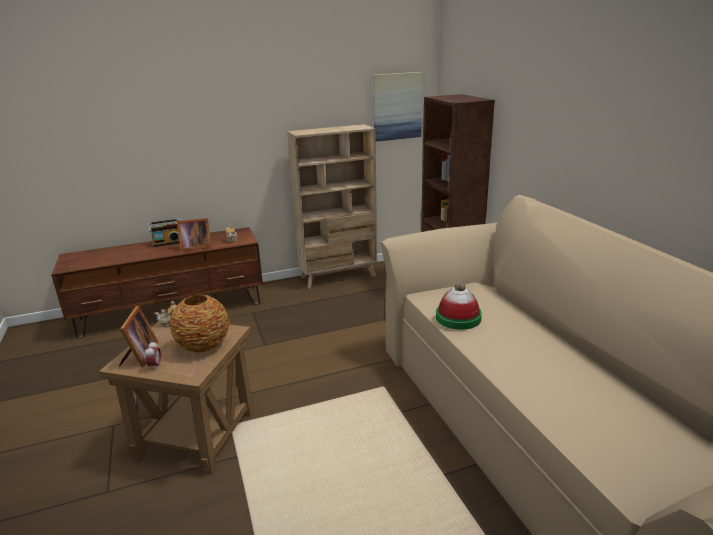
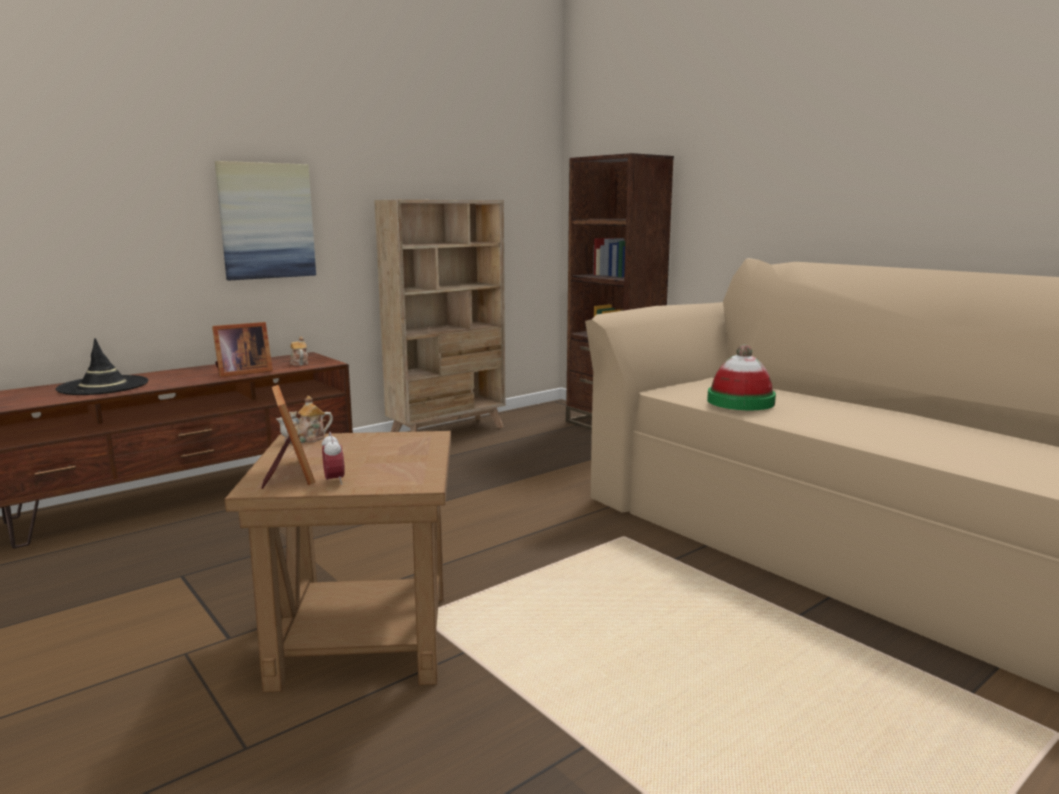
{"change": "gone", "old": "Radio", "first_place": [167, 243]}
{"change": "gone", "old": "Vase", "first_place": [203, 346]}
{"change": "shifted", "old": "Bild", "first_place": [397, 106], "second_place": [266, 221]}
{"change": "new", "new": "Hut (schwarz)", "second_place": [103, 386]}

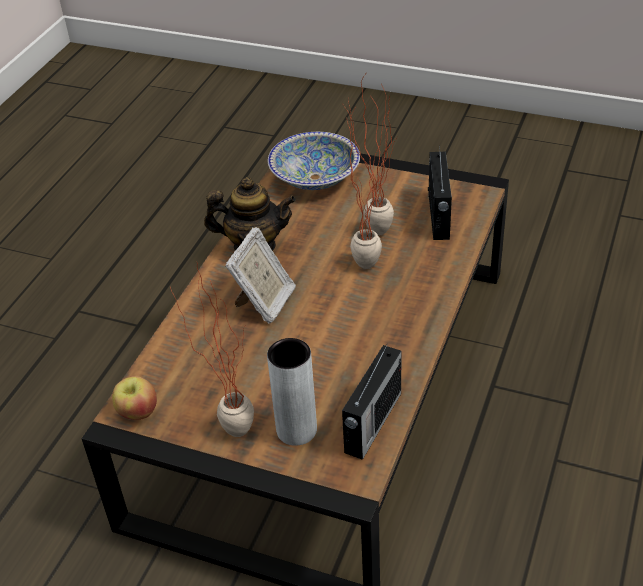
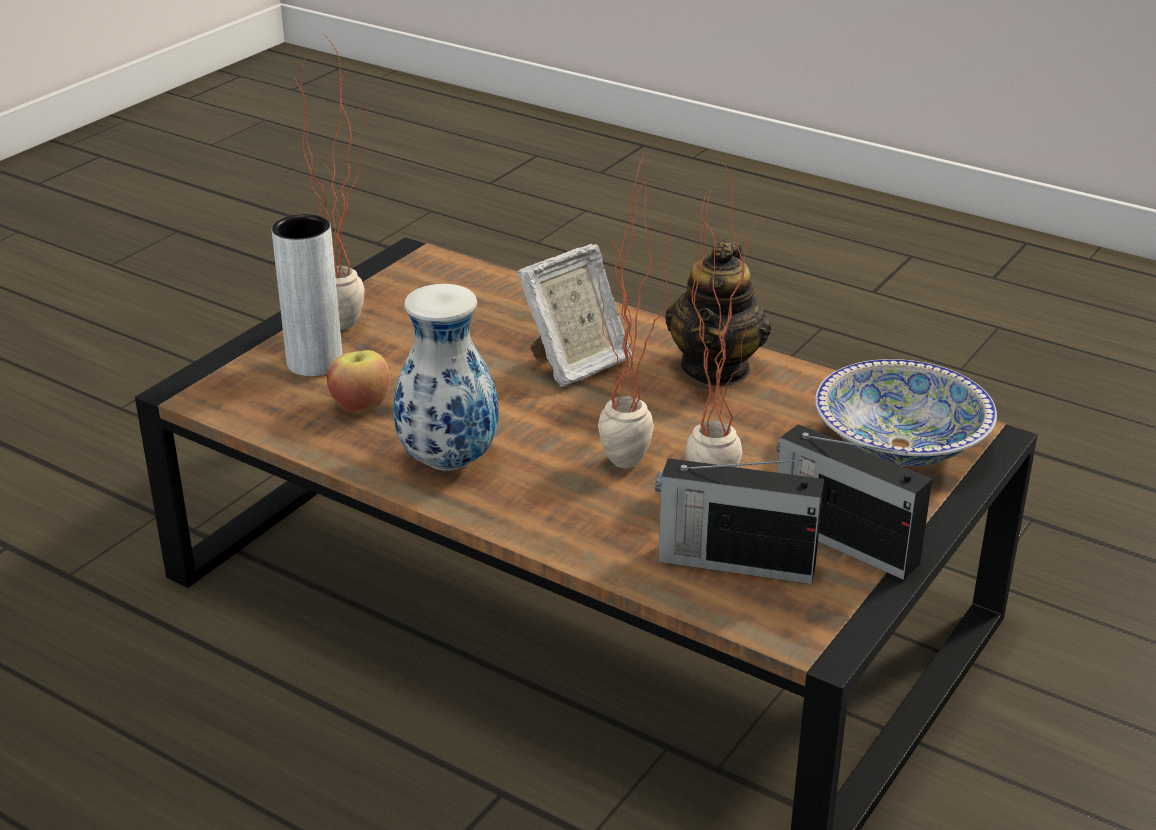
{"change": "shifted", "old": "Apfel", "first_place": [137, 412], "second_place": [360, 405]}
{"change": "rotated", "old": "Bilderrahmen", "first_place": [264, 303], "second_place": [576, 364], "degrees": -75}
{"change": "shifted", "old": "Radio", "first_place": [372, 423], "second_place": [843, 540]}
{"change": "new", "new": "Vase", "second_place": [450, 462]}

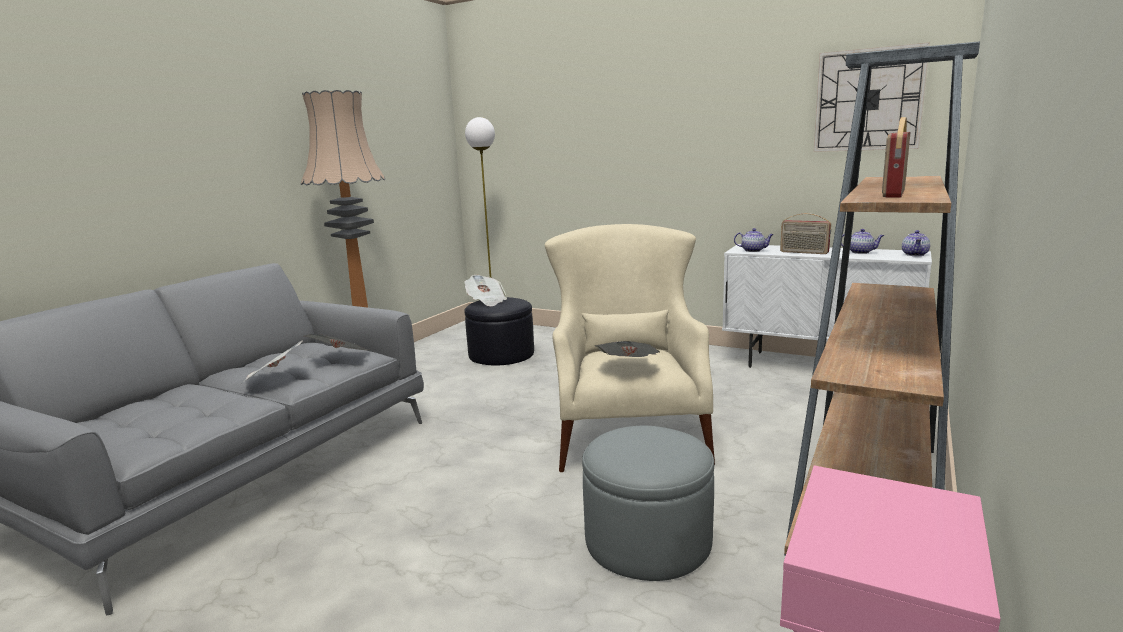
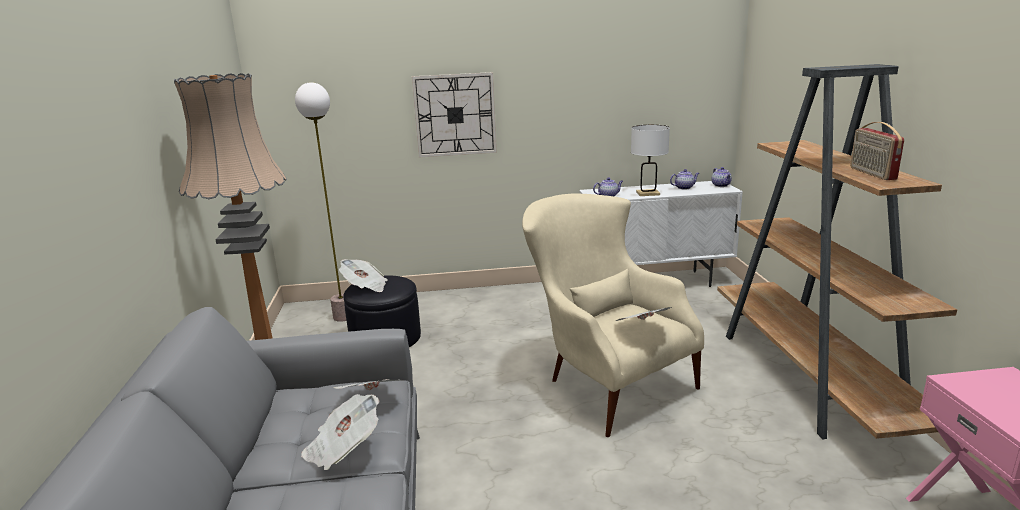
{"change": "gone", "old": "Polsterhocker (grau)", "first_place": [648, 541]}
{"change": "swapped", "old": "Radio", "new": "Tischlampe (weiß)", "first_place": [803, 252], "second_place": [648, 193]}
{"change": "shifted", "old": "Wanduhr", "first_place": [868, 100], "second_place": [455, 115]}

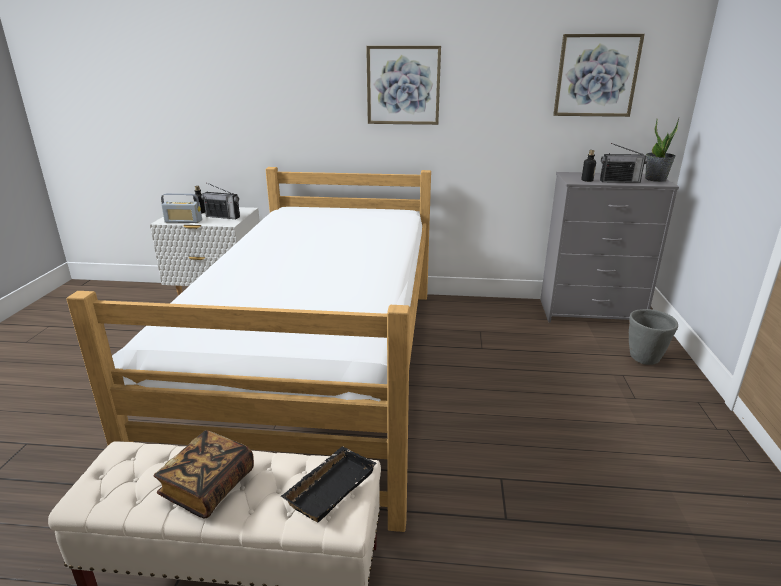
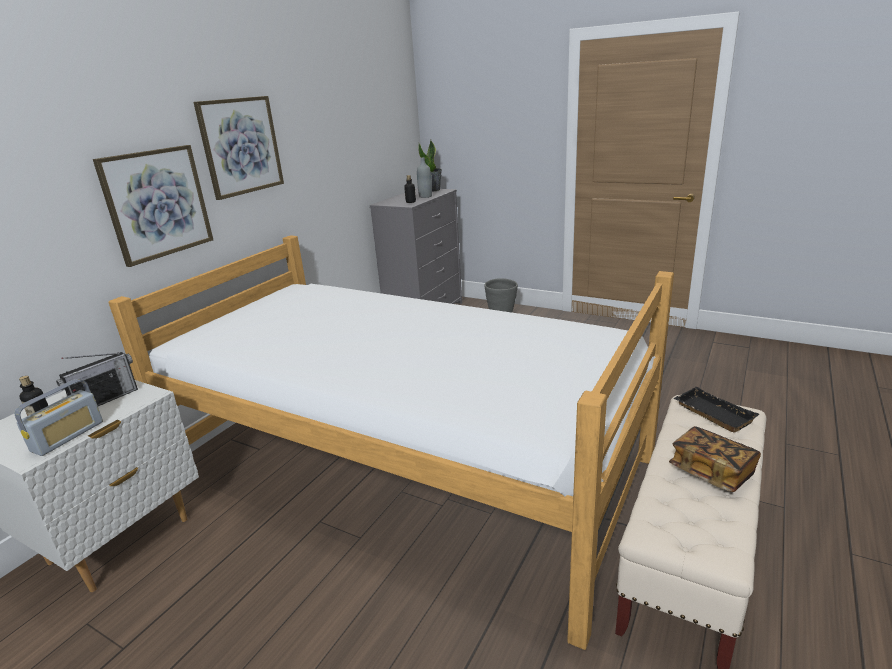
{"change": "shifted", "old": "Bild", "first_place": [596, 76], "second_place": [157, 203]}
{"change": "swapped", "old": "Radio", "new": "Flasche (grau)", "first_place": [619, 181], "second_place": [425, 196]}

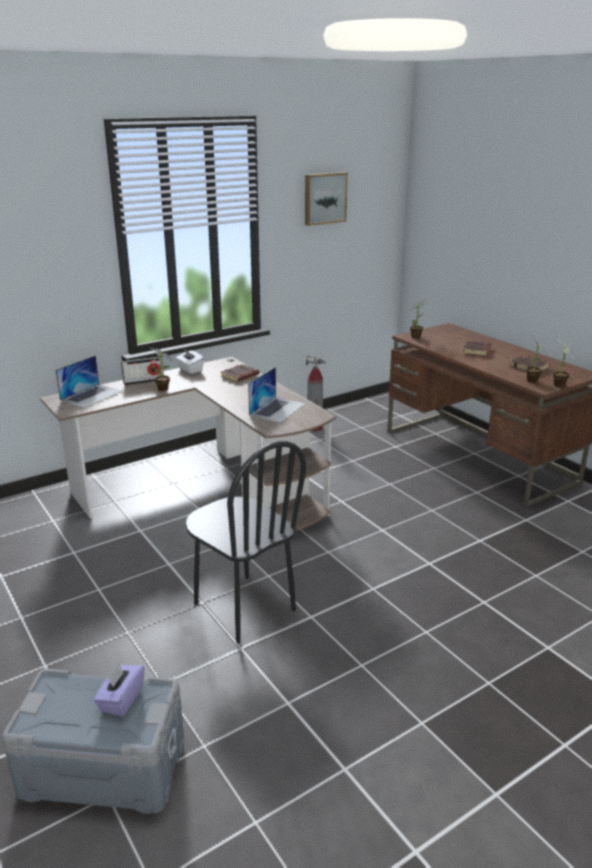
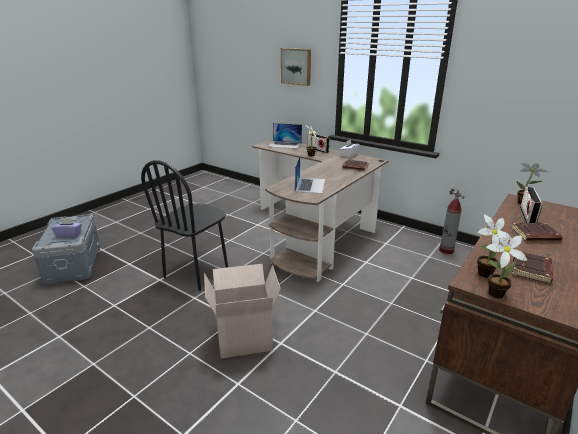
{"change": "rotated", "old": "Laptop", "first_place": [277, 409], "second_place": [310, 185], "degrees": -90}
{"change": "shifted", "old": "Bild", "first_place": [324, 198], "second_place": [296, 66]}
{"change": "new", "new": "Karton", "second_place": [245, 337]}
{"change": "new", "new": "Radio", "second_place": [527, 216]}

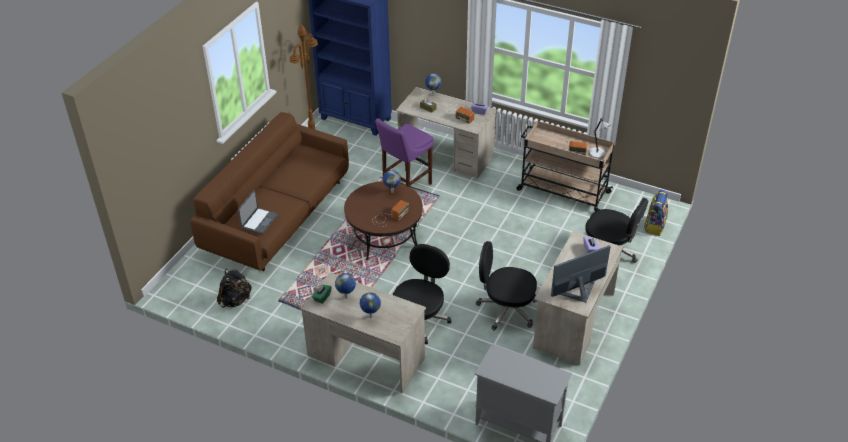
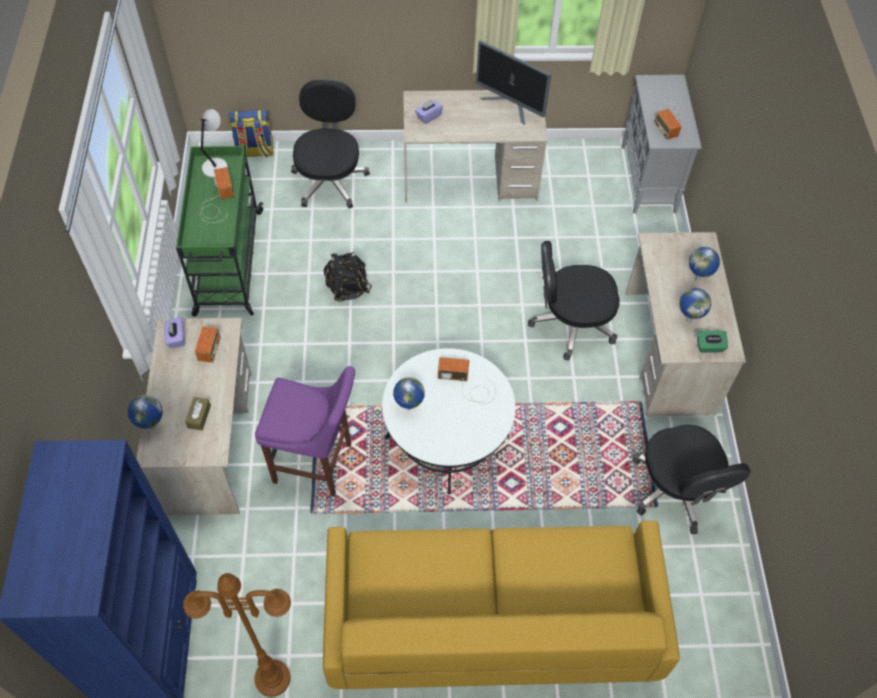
{"change": "repainted", "old": "Sofa (braun)", "new": "Sofa (gelb)", "first_place": [278, 216], "second_place": [490, 619]}
{"change": "shifted", "old": "Rucksack (schwarz)", "first_place": [235, 300], "second_place": [347, 288]}
{"change": "gone", "old": "Laptop", "first_place": [259, 221]}
{"change": "repainted", "old": "Couchtisch (braun)", "new": "Couchtisch (weiß)", "first_place": [384, 236], "second_place": [446, 437]}
{"change": "shifted", "old": "Bürostuhl (schwarz)", "first_place": [506, 309], "second_place": [676, 490]}
{"change": "repainted", "old": "Rollwagen (beige)", "new": "Rollwagen (grün)", "first_place": [562, 191], "second_place": [228, 263]}
{"change": "new", "new": "Radio", "second_place": [667, 118]}

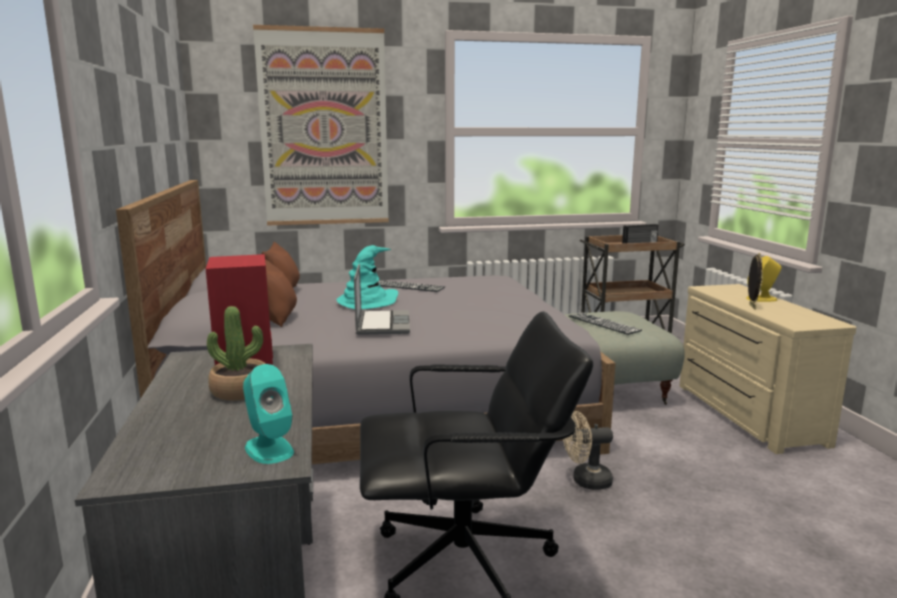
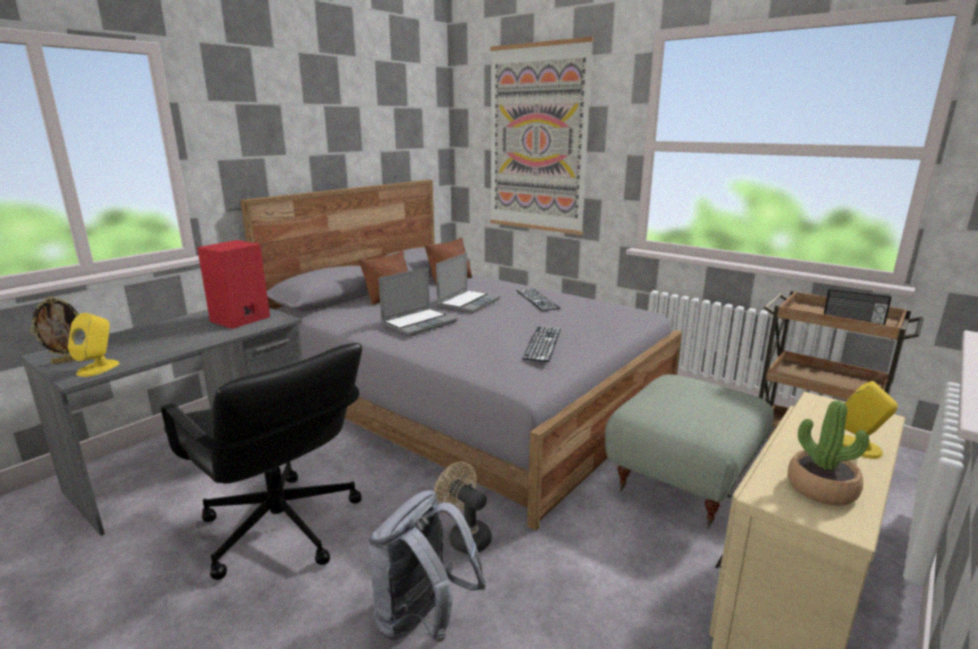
{"change": "shifted", "old": "Topfpflanze", "first_place": [240, 391], "second_place": [821, 488]}
{"change": "repainted", "old": "Lautsprecher (türkis)", "new": "Lautsprecher (gelb)", "first_place": [269, 449], "second_place": [98, 368]}
{"change": "swapped", "old": "Hut (türkis)", "new": "Laptop", "first_place": [367, 301], "second_place": [468, 302]}
{"change": "shifted", "old": "Tastatur", "first_place": [603, 323], "second_place": [543, 343]}
{"change": "shifted", "old": "Bilderrahmen", "first_place": [751, 307], "second_place": [67, 361]}
{"change": "new", "new": "Rucksack (grau)", "second_place": [422, 620]}

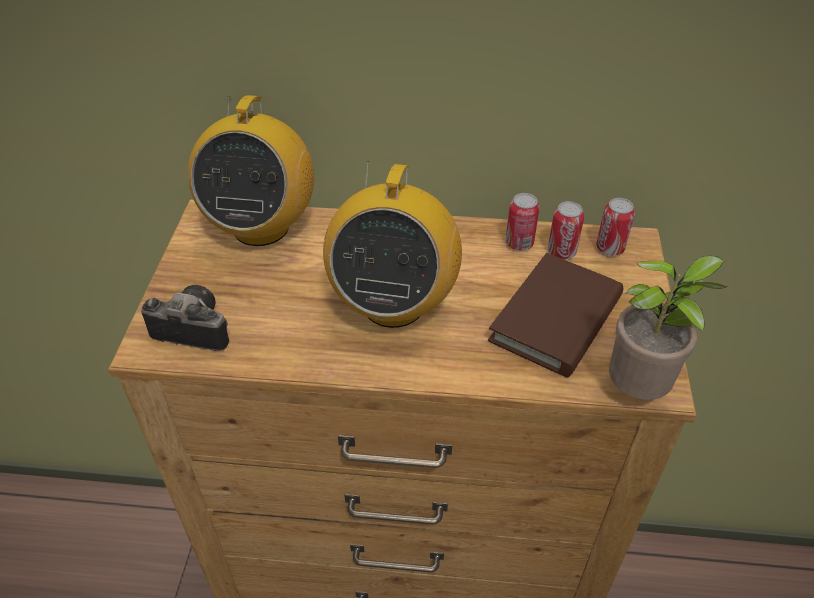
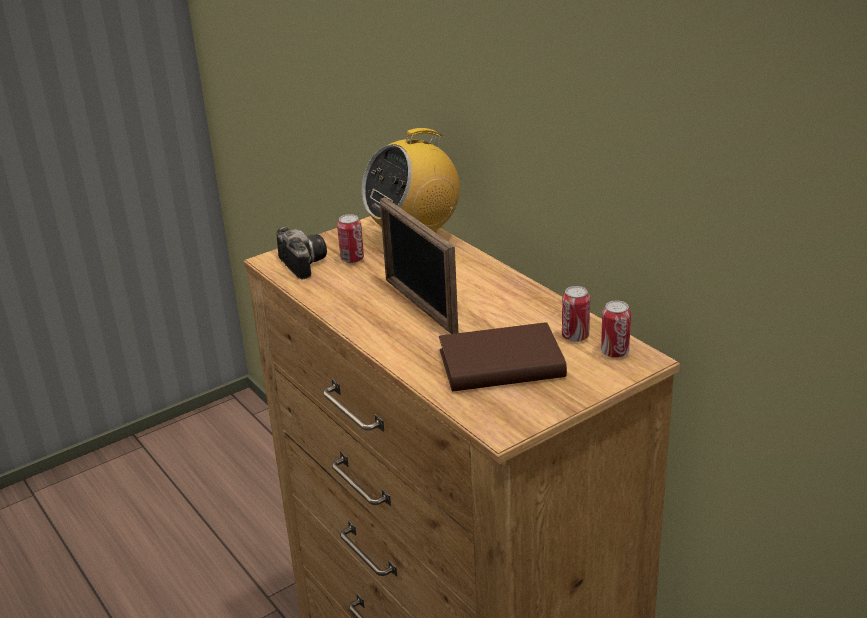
{"change": "swapped", "old": "Radio", "new": "Bilderrahmen", "first_place": [393, 304], "second_place": [420, 306]}
{"change": "shifted", "old": "Dose", "first_place": [519, 243], "second_place": [352, 259]}
{"change": "gone", "old": "Topfpflanze", "first_place": [639, 390]}

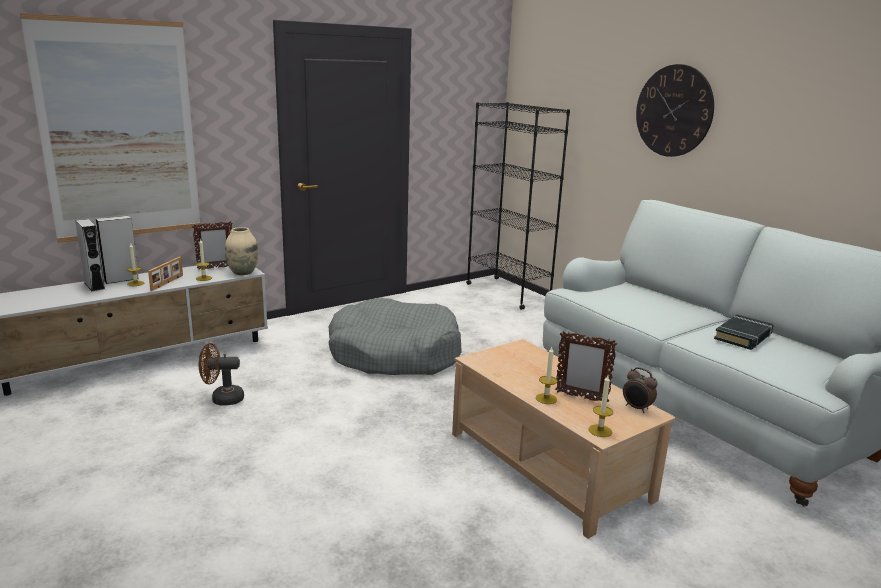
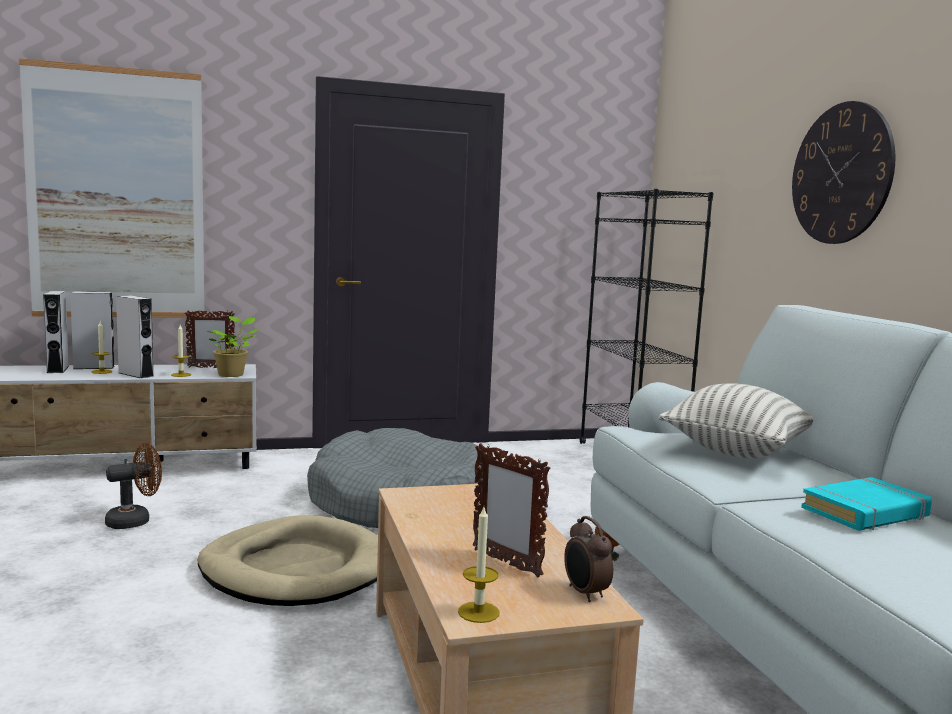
{"change": "swapped", "old": "Bilderrahmen", "new": "Lautsprecher (grau)", "first_place": [168, 283], "second_place": [135, 374]}
{"change": "rotated", "old": "Ventilator (braun)", "first_place": [222, 399], "second_place": [135, 521], "degrees": 135}
{"change": "swapped", "old": "Vase (beige)", "new": "Topfpflanze", "first_place": [242, 272], "second_place": [232, 374]}
{"change": "gone", "old": "Kerze", "first_place": [546, 398]}
{"change": "repainted", "old": "Buch (schwarz)", "new": "Buch (türkis)", "first_place": [743, 336], "second_place": [866, 512]}
{"change": "new", "new": "Hundebett (beige)", "second_place": [296, 569]}
{"change": "new", "new": "Kissen", "second_place": [736, 451]}

